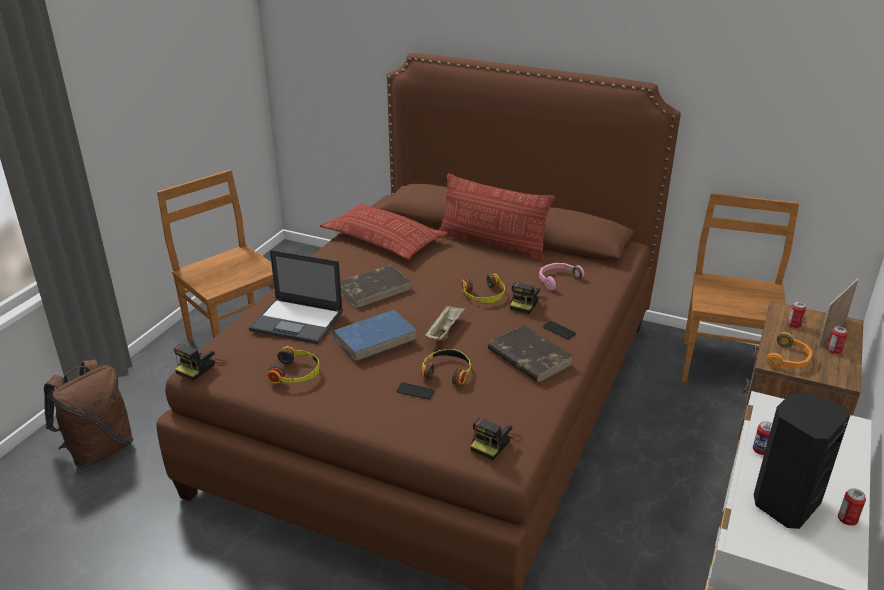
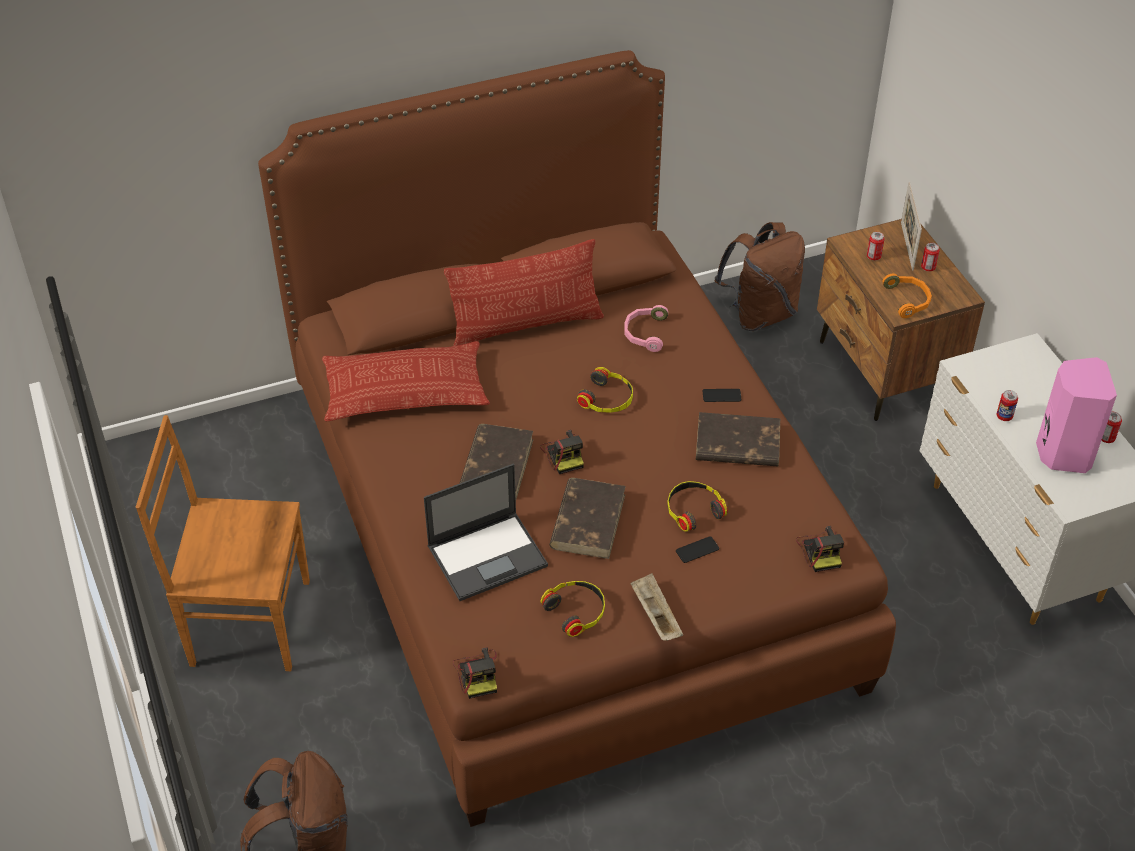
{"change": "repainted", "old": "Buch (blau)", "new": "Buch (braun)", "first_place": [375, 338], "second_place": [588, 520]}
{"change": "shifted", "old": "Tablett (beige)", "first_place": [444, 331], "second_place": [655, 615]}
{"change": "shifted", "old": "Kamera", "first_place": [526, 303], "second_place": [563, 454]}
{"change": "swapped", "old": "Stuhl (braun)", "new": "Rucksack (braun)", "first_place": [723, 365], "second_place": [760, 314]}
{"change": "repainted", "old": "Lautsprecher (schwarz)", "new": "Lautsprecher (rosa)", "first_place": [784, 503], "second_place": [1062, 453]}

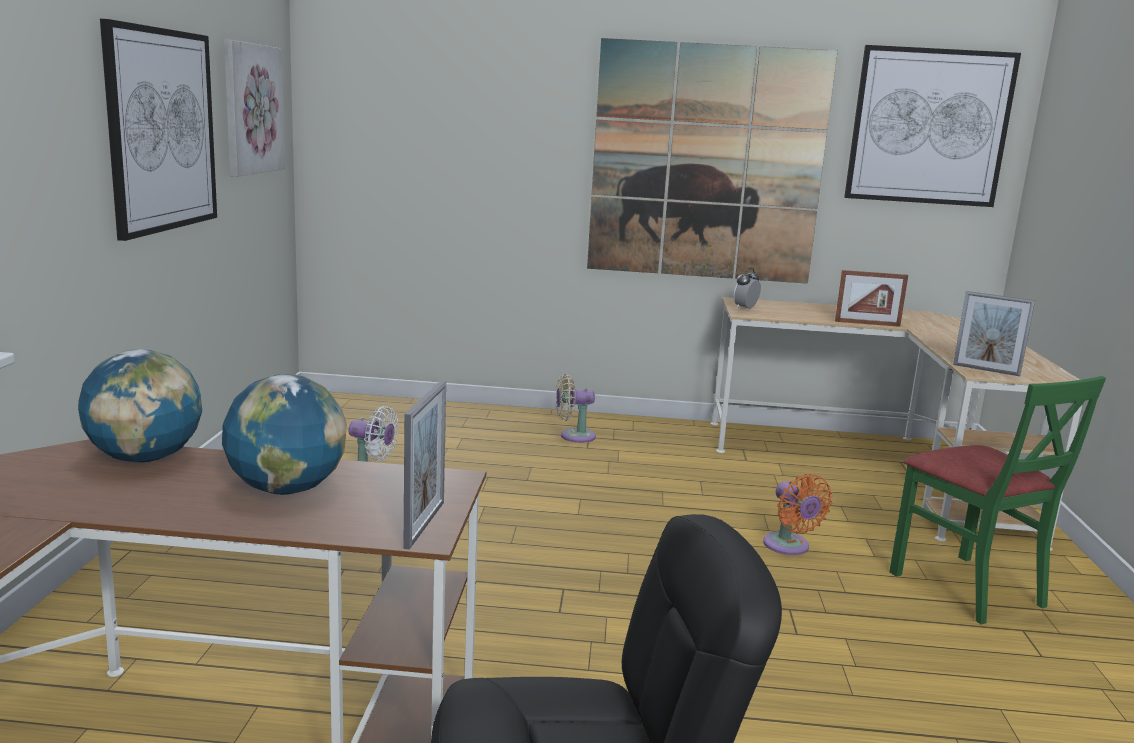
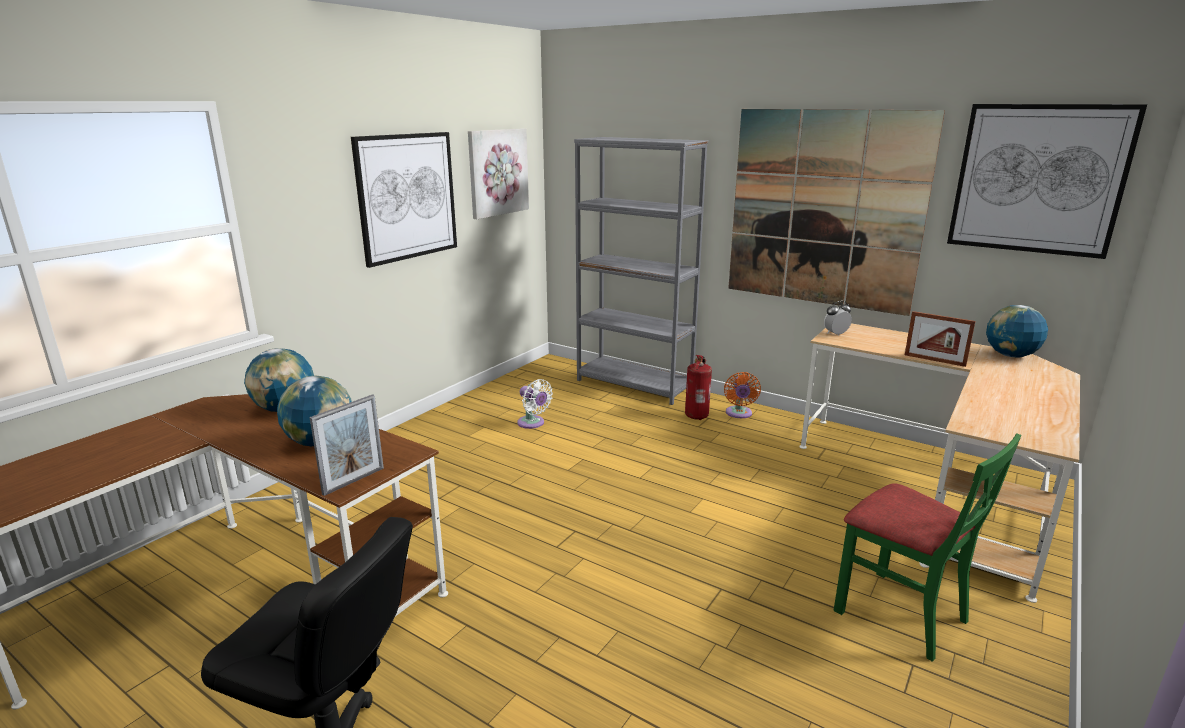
{"change": "swapped", "old": "Ventilator (beige)", "new": "Feuerlöscher", "first_place": [574, 436], "second_place": [697, 415]}
{"change": "shifted", "old": "Ventilator (orange)", "first_place": [789, 547], "second_place": [739, 414]}
{"change": "rotated", "old": "Stuhl (grün)", "first_place": [968, 588], "second_place": [901, 614], "degrees": -45}
{"change": "gone", "old": "Bilderrahmen", "first_place": [986, 370]}
{"change": "new", "new": "Bücherregal (grau)", "second_place": [634, 385]}
{"change": "new", "new": "Globus", "second_place": [1010, 355]}

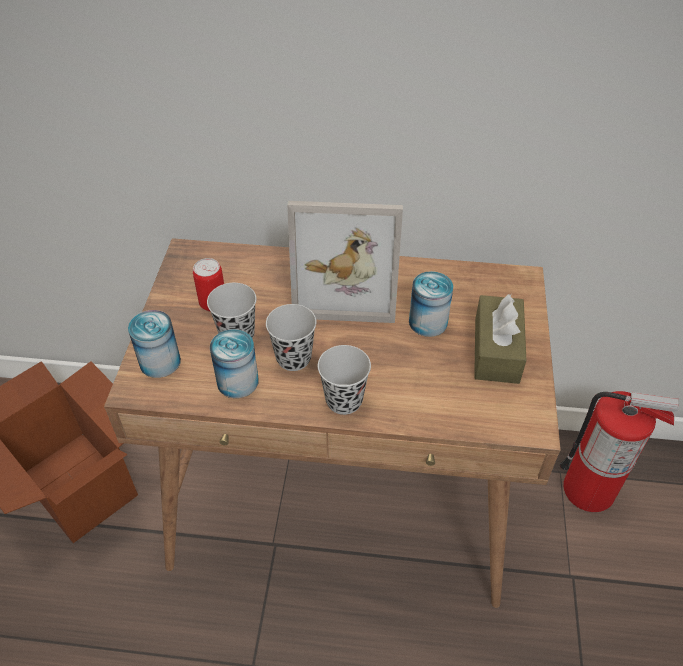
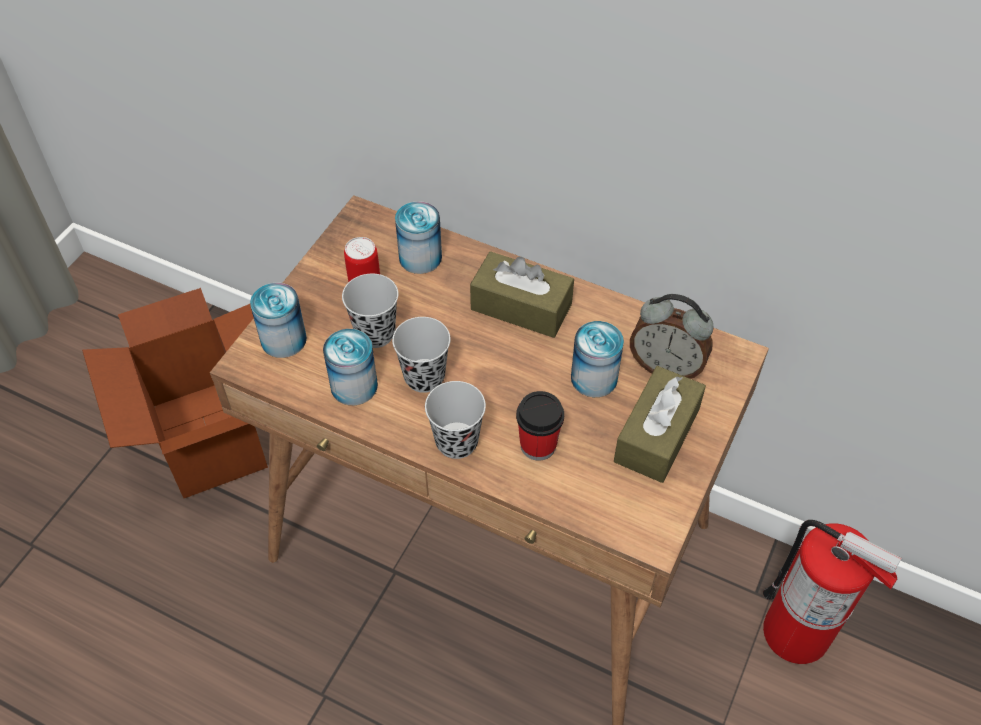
{"change": "swapped", "old": "Bilderrahmen", "new": "Taschentuchbox (braun)", "first_place": [346, 286], "second_place": [521, 307]}
{"change": "new", "new": "Dose", "second_place": [420, 257]}
{"change": "new", "new": "Tasse", "second_place": [538, 445]}
{"change": "new", "new": "Wecker", "second_place": [666, 366]}

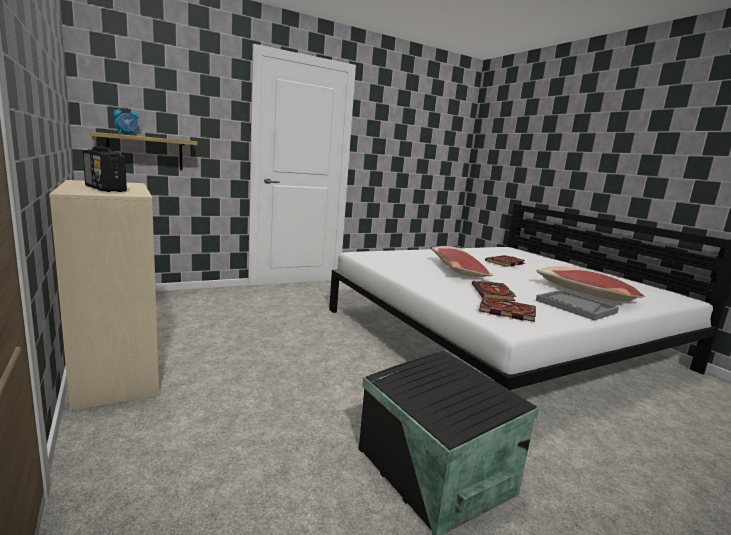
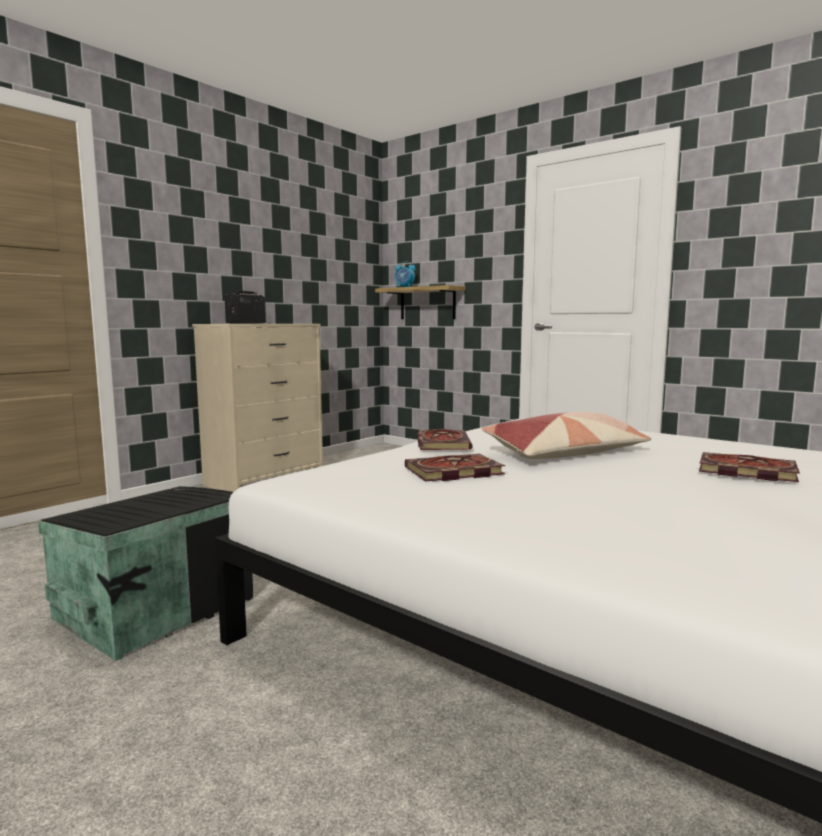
{"change": "shifted", "old": "Buch", "first_place": [505, 311], "second_place": [442, 443]}
{"change": "gone", "old": "Kissen", "first_place": [584, 293]}
{"change": "gone", "old": "Tablett (grau)", "first_place": [575, 306]}

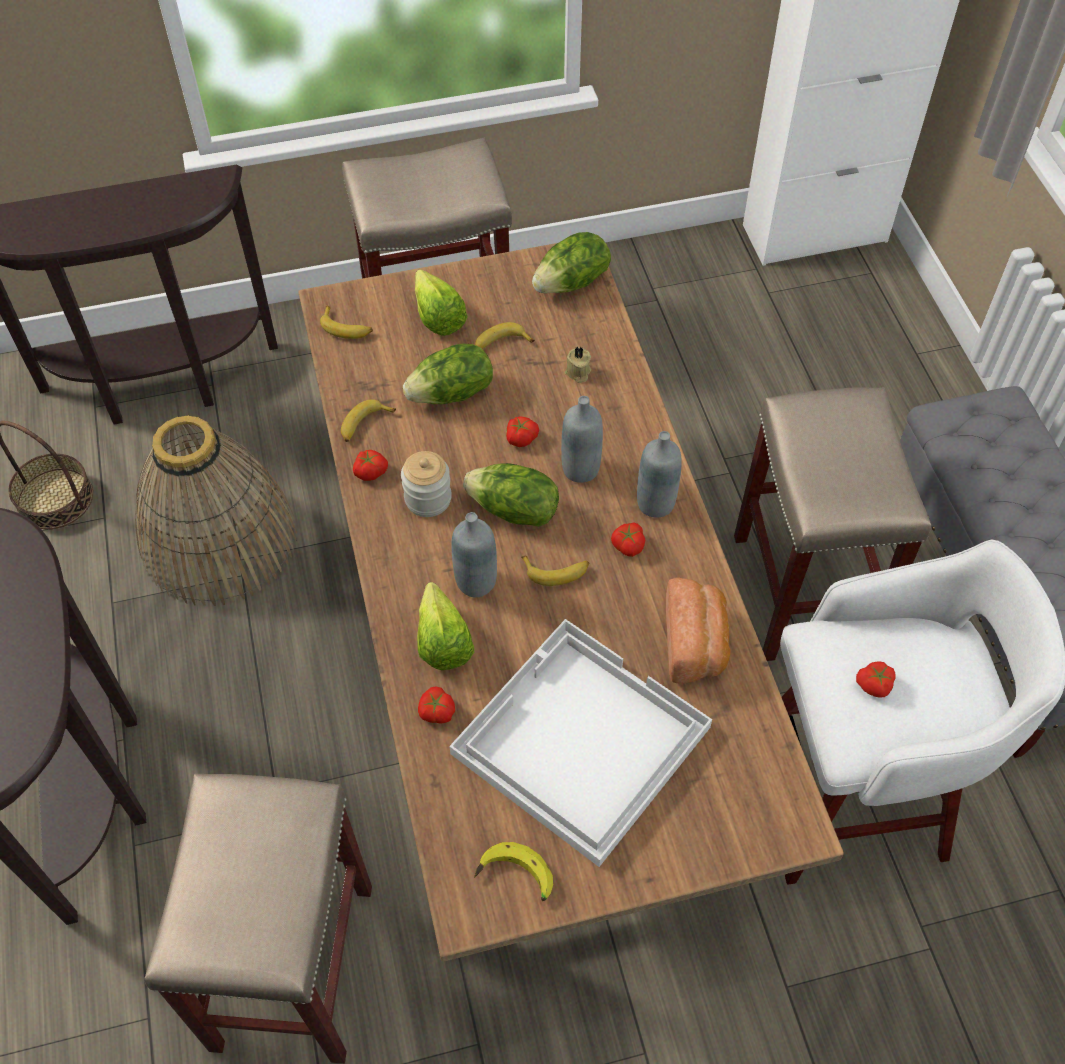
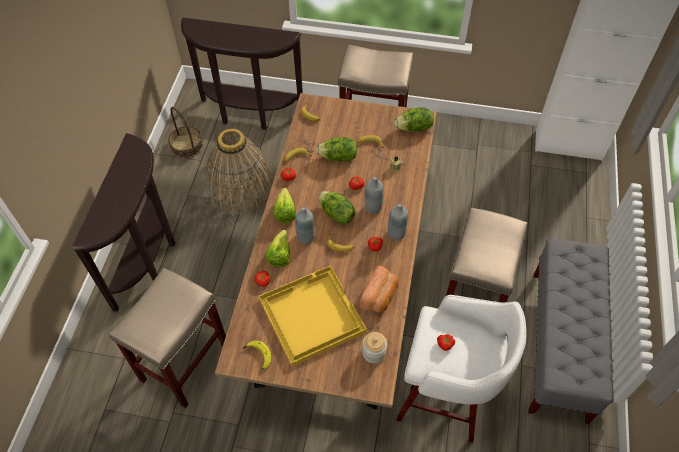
{"change": "shifted", "old": "Vorratsglas", "first_place": [428, 499], "second_place": [374, 352]}
{"change": "shifted", "old": "Salatkopf", "first_place": [437, 313], "second_place": [286, 210]}
{"change": "repainted", "old": "Tablett (weiß)", "new": "Tablett (gelb)", "first_place": [578, 741], "second_place": [310, 315]}

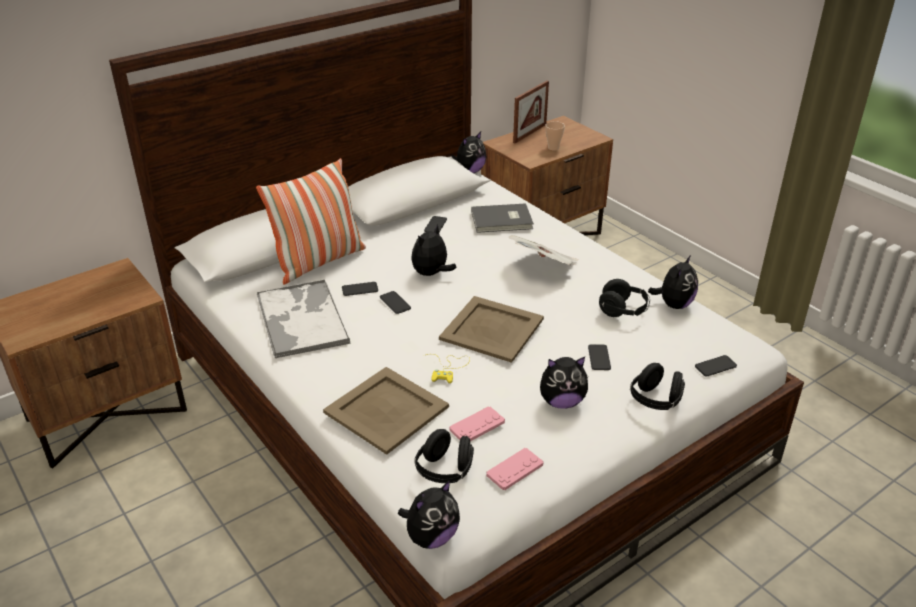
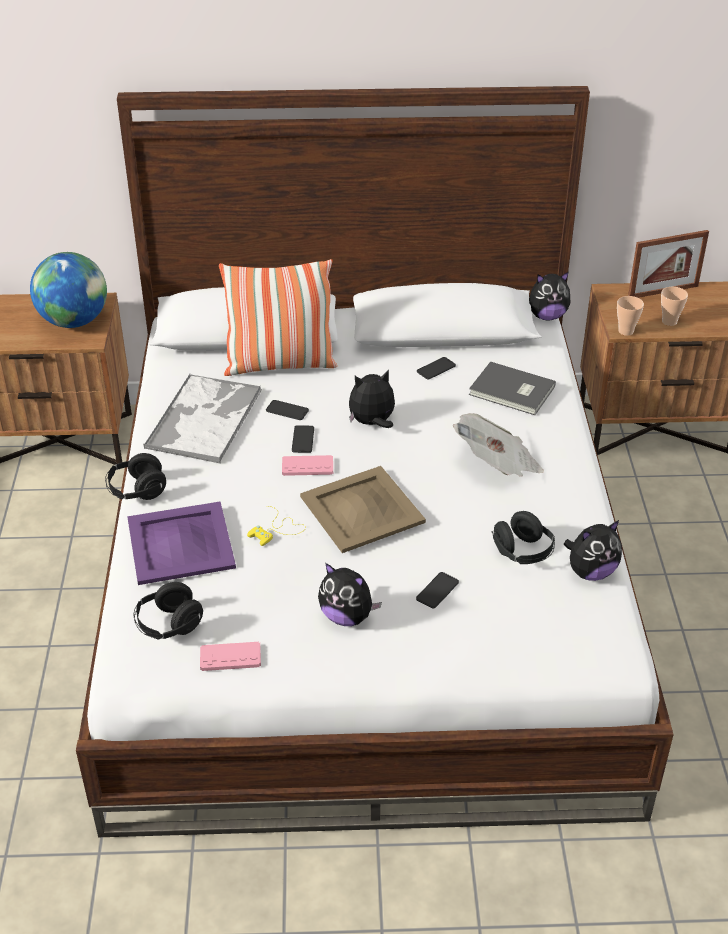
{"change": "repainted", "old": "Tablett (beige)", "new": "Tablett (lila)", "first_place": [385, 410], "second_place": [179, 543]}
{"change": "gone", "old": "Plüschtier", "first_place": [431, 537]}
{"change": "shifted", "old": "Gamepad (rosa)", "first_place": [477, 426], "second_place": [307, 466]}
{"change": "shifted", "old": "Kopfhörer (schwarz)", "first_place": [655, 400], "second_place": [137, 491]}
{"change": "gone", "old": "Handy", "first_place": [715, 366]}
{"change": "new", "new": "Globus", "second_place": [74, 321]}
{"change": "new", "new": "Tasse", "second_place": [625, 331]}

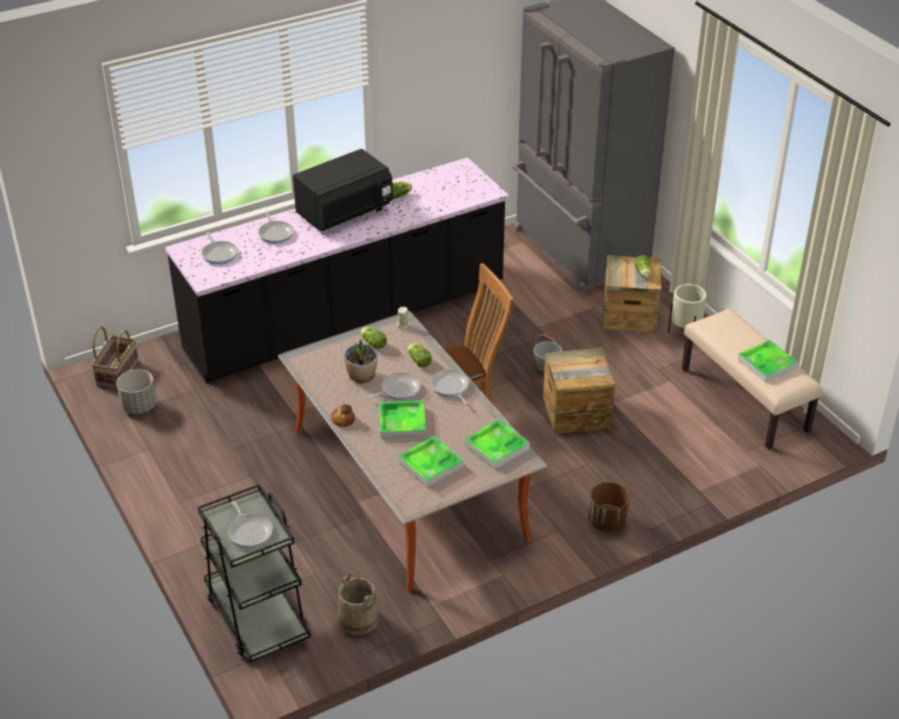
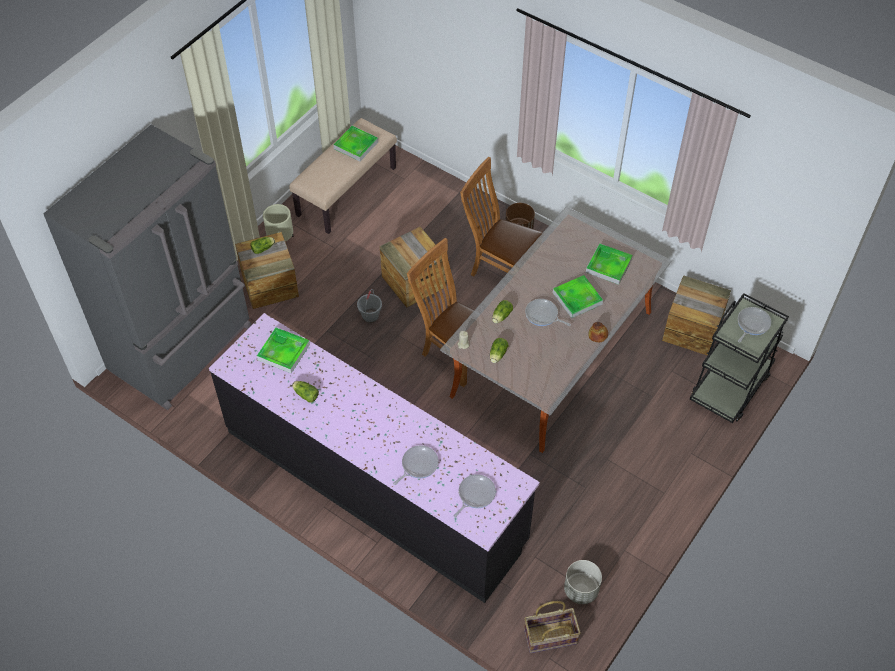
{"change": "gone", "old": "Mikrowelle (schwarz)", "first_place": [345, 213]}
{"change": "swapped", "old": "Eimer (beige)", "new": "Kiste", "first_place": [358, 619], "second_place": [692, 330]}
{"change": "gone", "old": "Topfpflanze", "first_place": [362, 377]}
{"change": "gone", "old": "Pfanne", "first_place": [450, 387]}
{"change": "shifted", "old": "Tablett", "first_place": [496, 447], "second_place": [283, 352]}
{"change": "new", "new": "Stuhl (braun)", "second_place": [500, 270]}

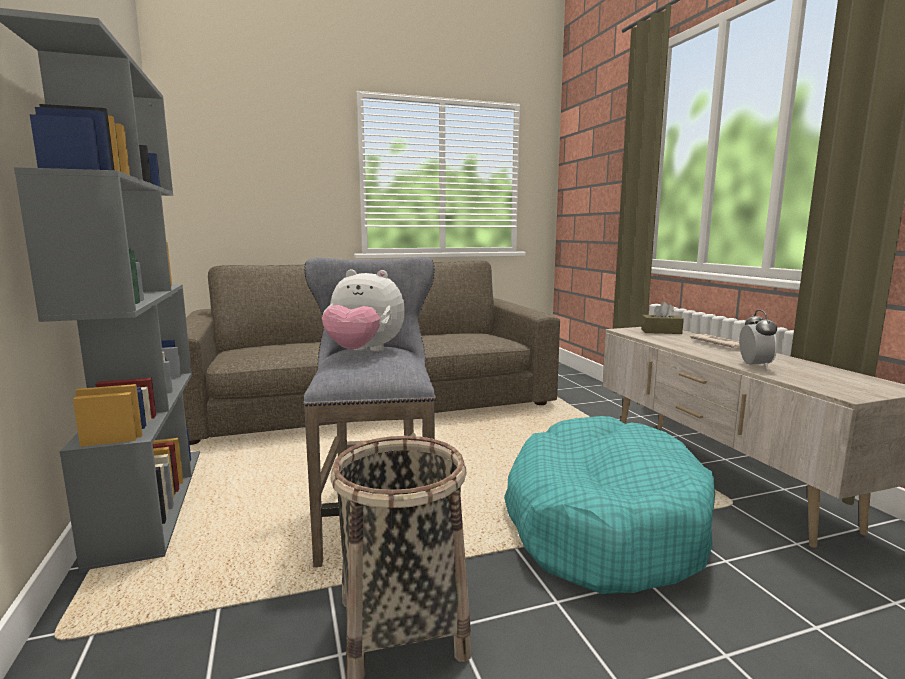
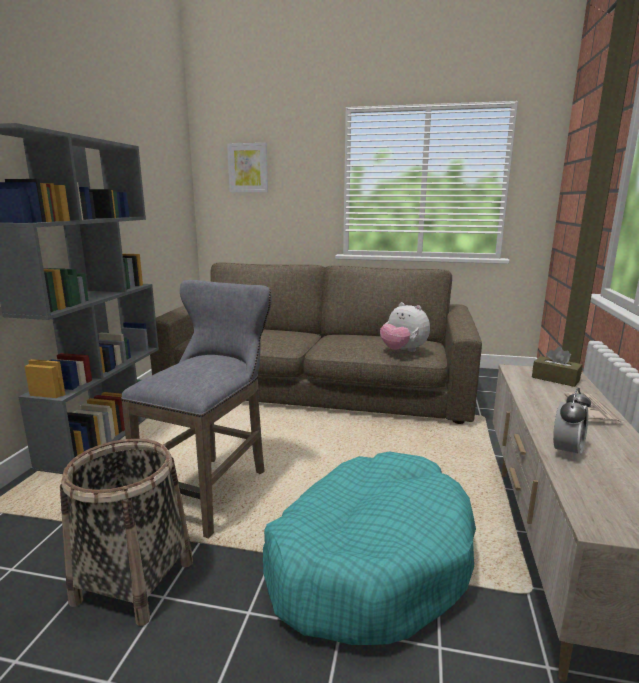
{"change": "shifted", "old": "Plüschtier", "first_place": [364, 352], "second_place": [403, 351]}
{"change": "new", "new": "Bild", "second_place": [248, 168]}

